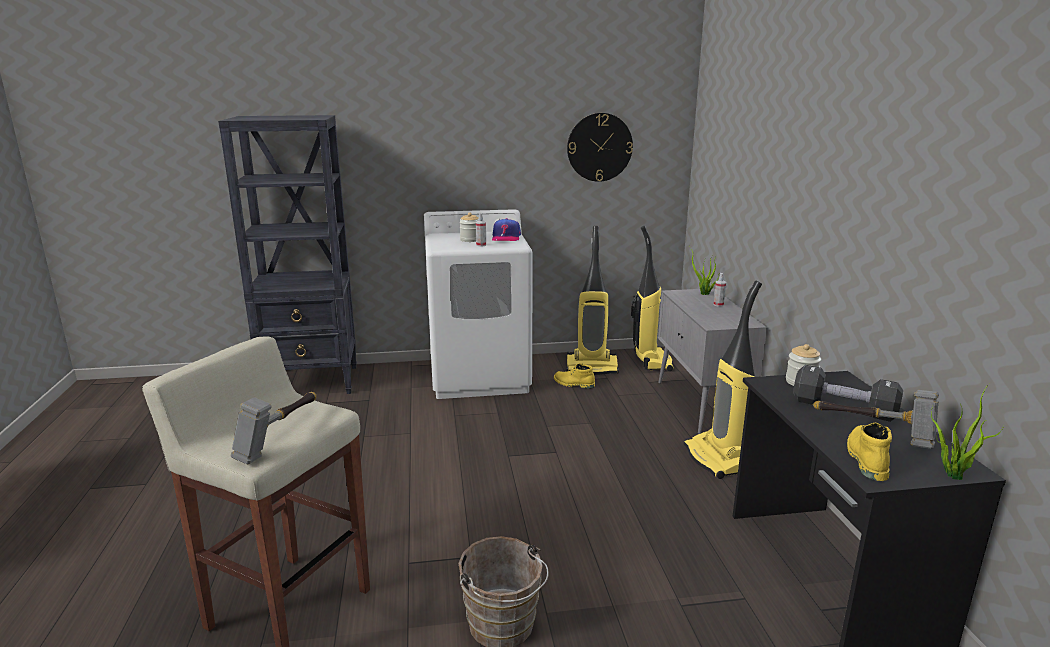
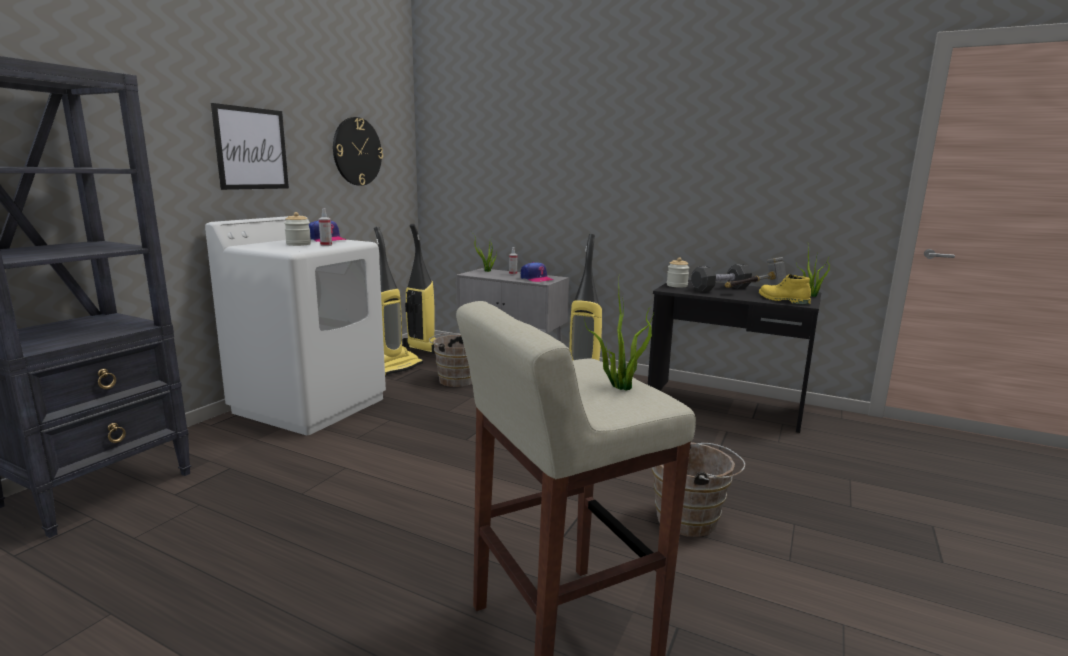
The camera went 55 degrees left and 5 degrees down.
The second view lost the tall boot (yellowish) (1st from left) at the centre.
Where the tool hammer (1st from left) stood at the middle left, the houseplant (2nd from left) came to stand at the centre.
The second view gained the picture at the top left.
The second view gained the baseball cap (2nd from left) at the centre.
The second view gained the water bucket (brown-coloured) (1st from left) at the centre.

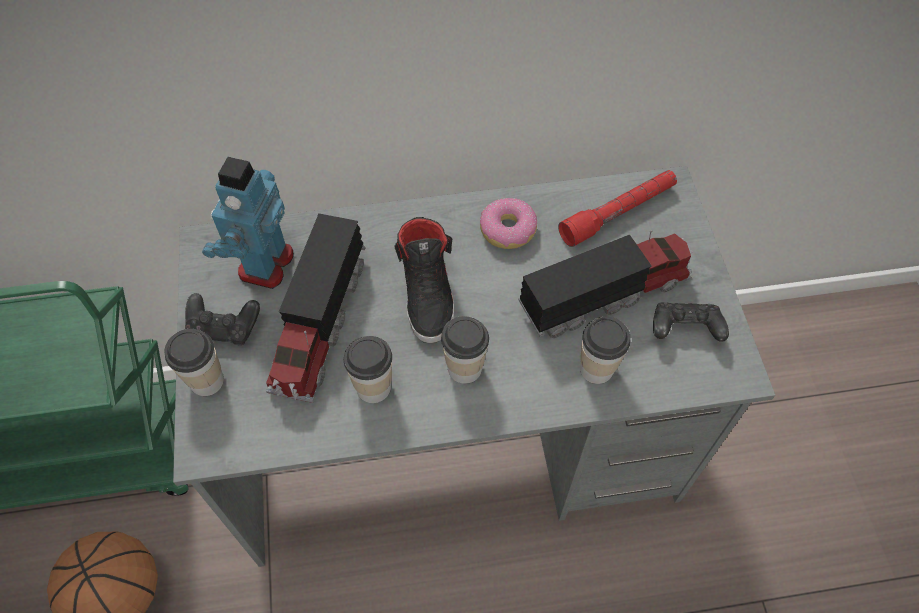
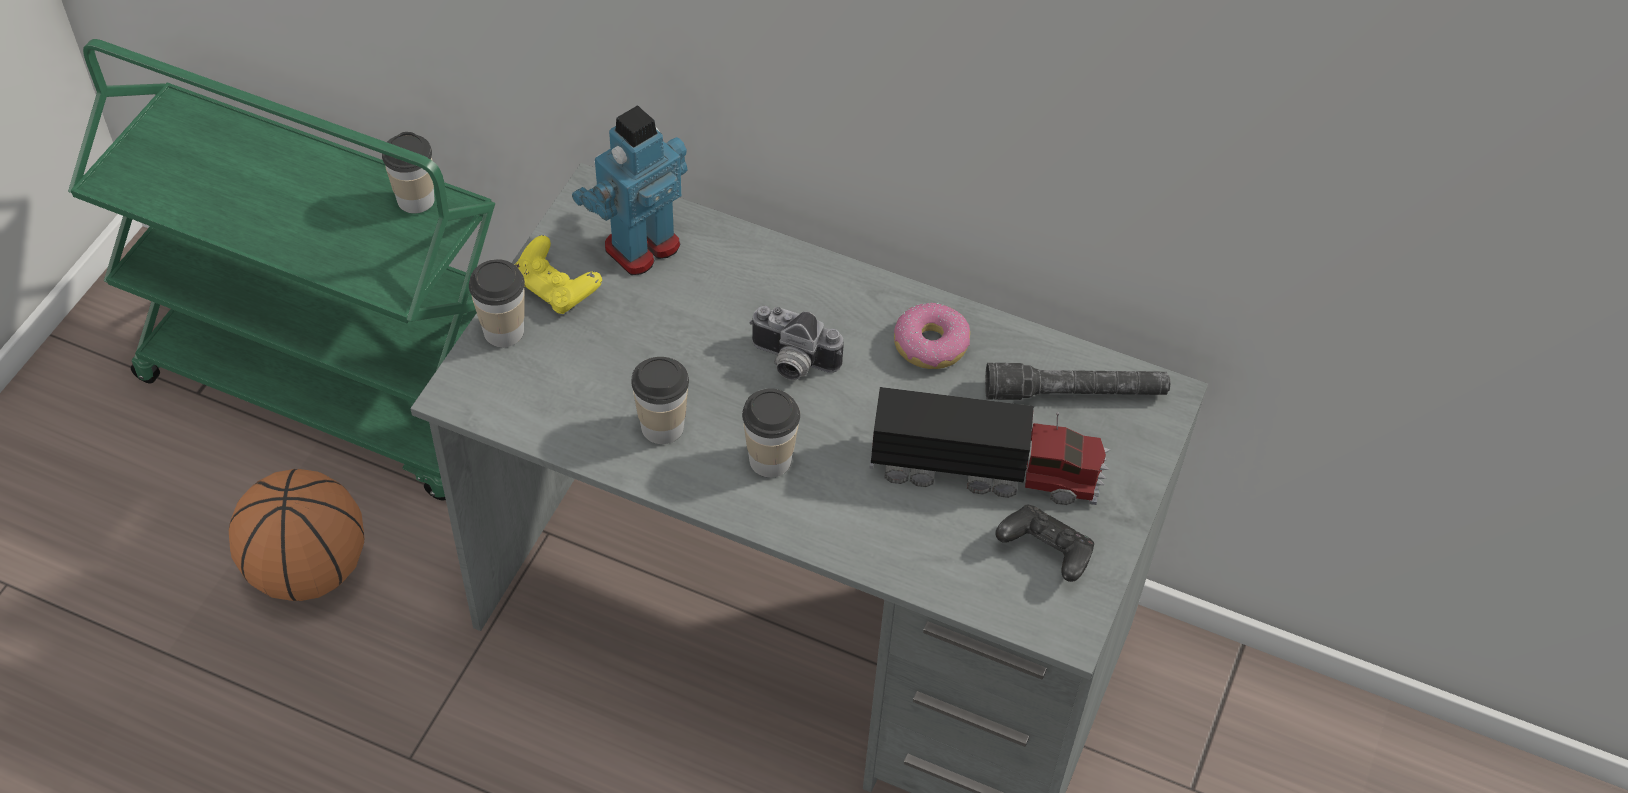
The camera went 30 degrees right and 5 degrees down.
What was the torch (red) at the middle right turned into the torch (grey) at the centre.
The second view lost the model truck (1st from left) at the centre.
Where the low shoe (black-coloured) stood at the centre, the still camera came to stand at the centre.
What was the gamepad (black-coloured) (1st from left) at the middle left turned into the gamepad (yellowish) at the centre.
The cup (4th from left in the first image) ended up elsewhere, having gone from the centre to the top left.

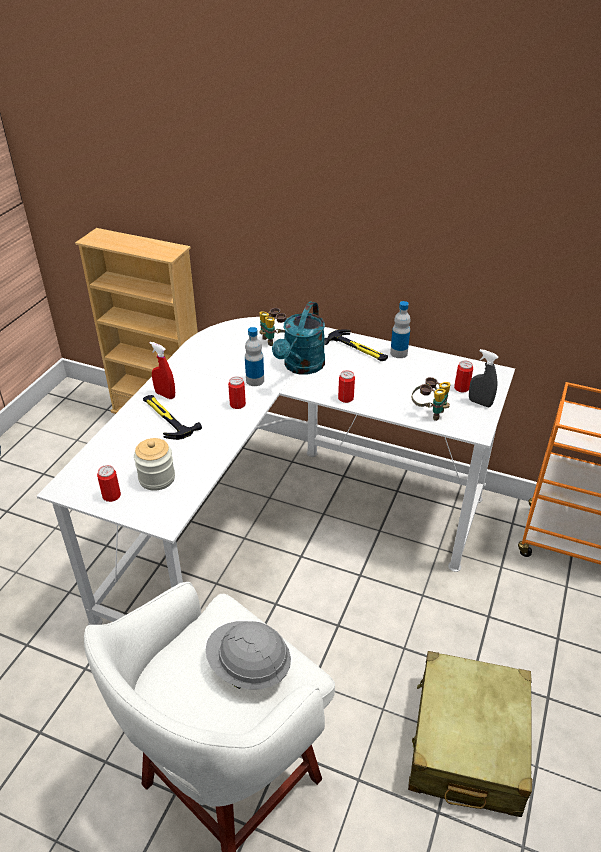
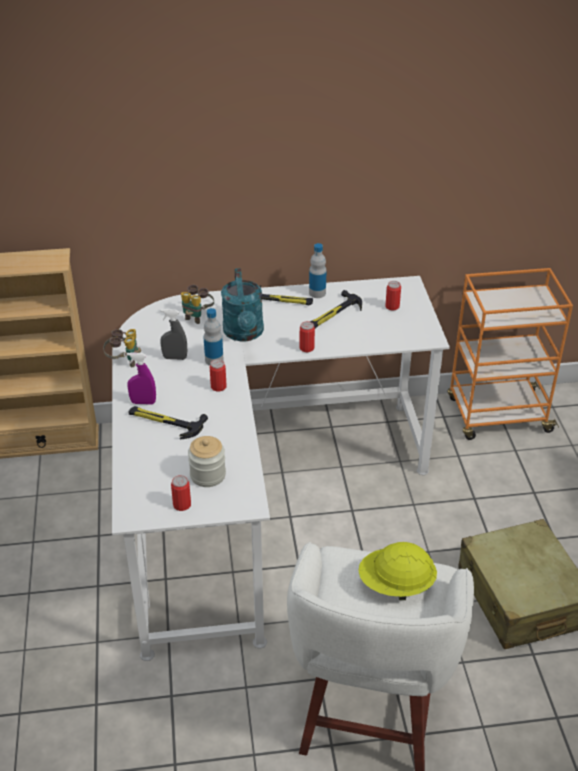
The camera went 30 degrees left and 0 degrees up.
What was the spray bottle (red) at the middle left turned into the spray bottle (purple-coloured) at the middle left.
The spray bottle (grey) ended up elsewhere, having gone from the middle right to the middle left.
The field glasses (2nd from left in the first image) ended up elsewhere, having gone from the middle right to the middle left.
What was the hard hat (grey) at the bottom centre turned into the hard hat (yellowish) at the bottom right.
The second view gained the tool hammer (3rd from left) at the centre.

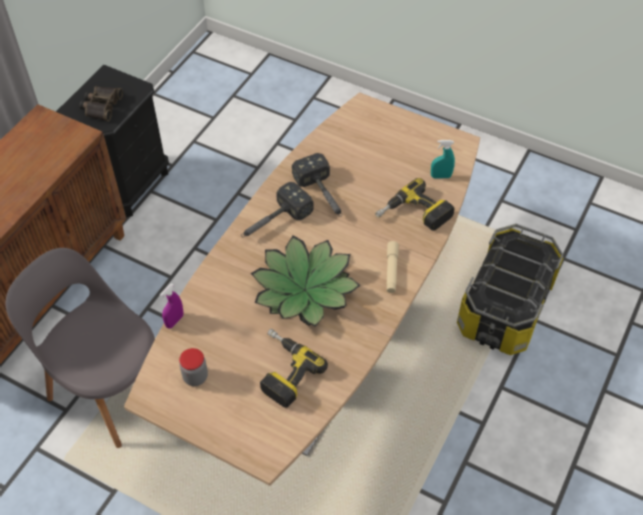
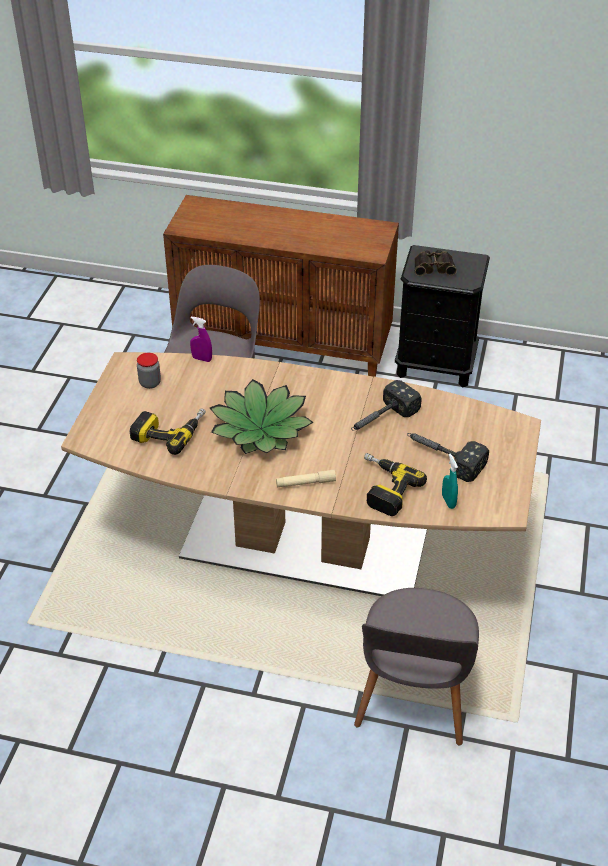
The camera went 75 degrees right and 10 degrees down.
The tool hammer (1st from left in the first image) ended up elsewhere, having gone from the centre to the middle right.
Where the storage box stood at the middle right, the plain chair (grey) (2nd from left) came to stand at the bottom right.

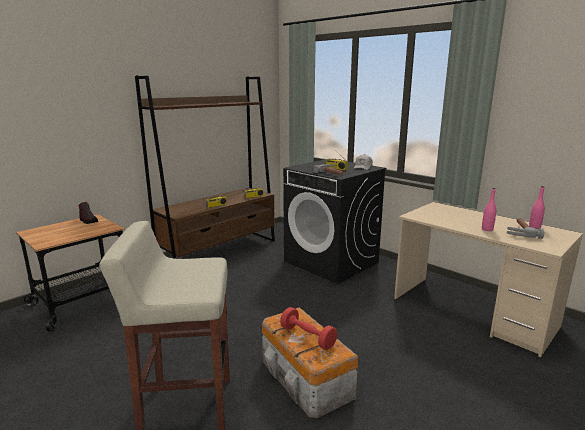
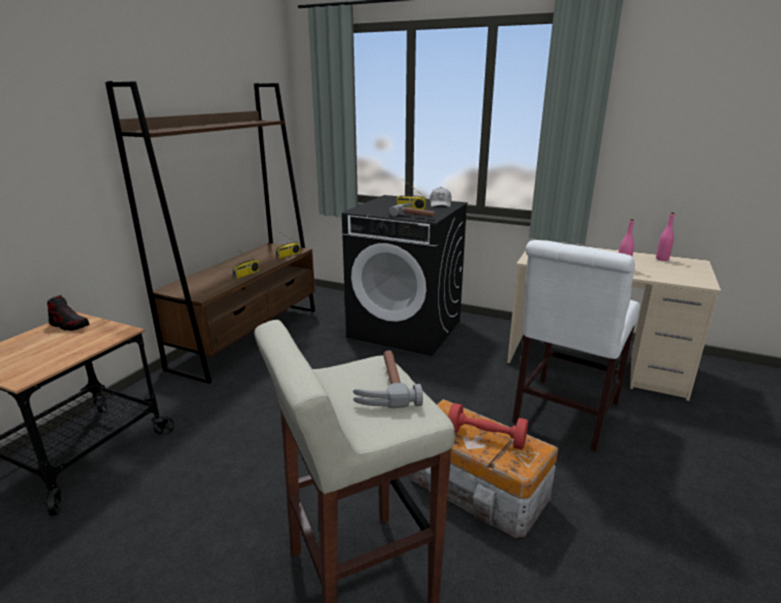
The camera went 20 degrees left and 5 degrees up.
The tool hammer (2nd from left in the first image) ended up elsewhere, having gone from the middle right to the centre.
The second view gained the plain chair (whitish) at the middle right.

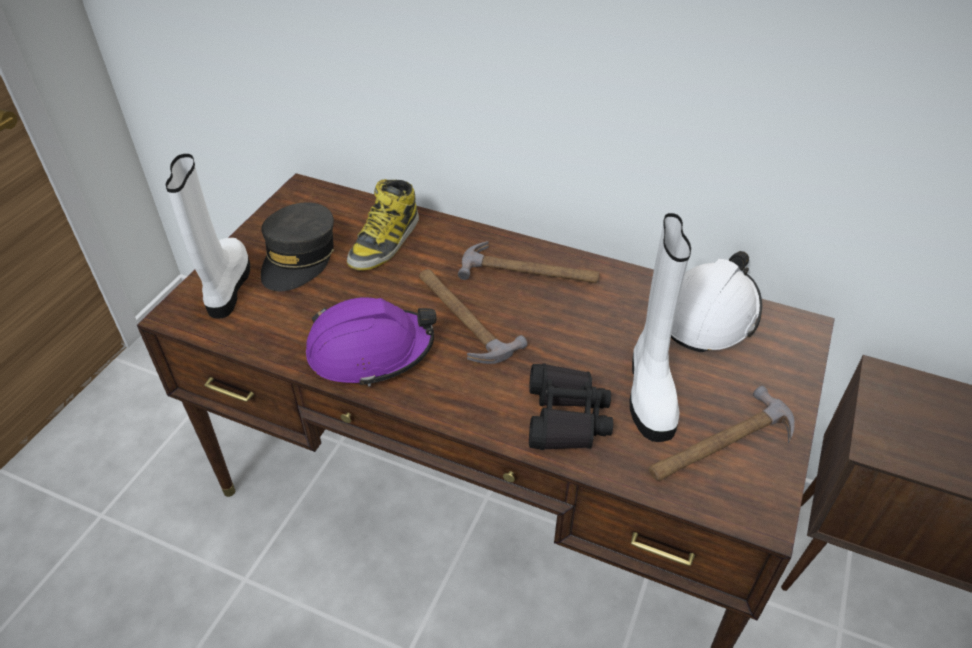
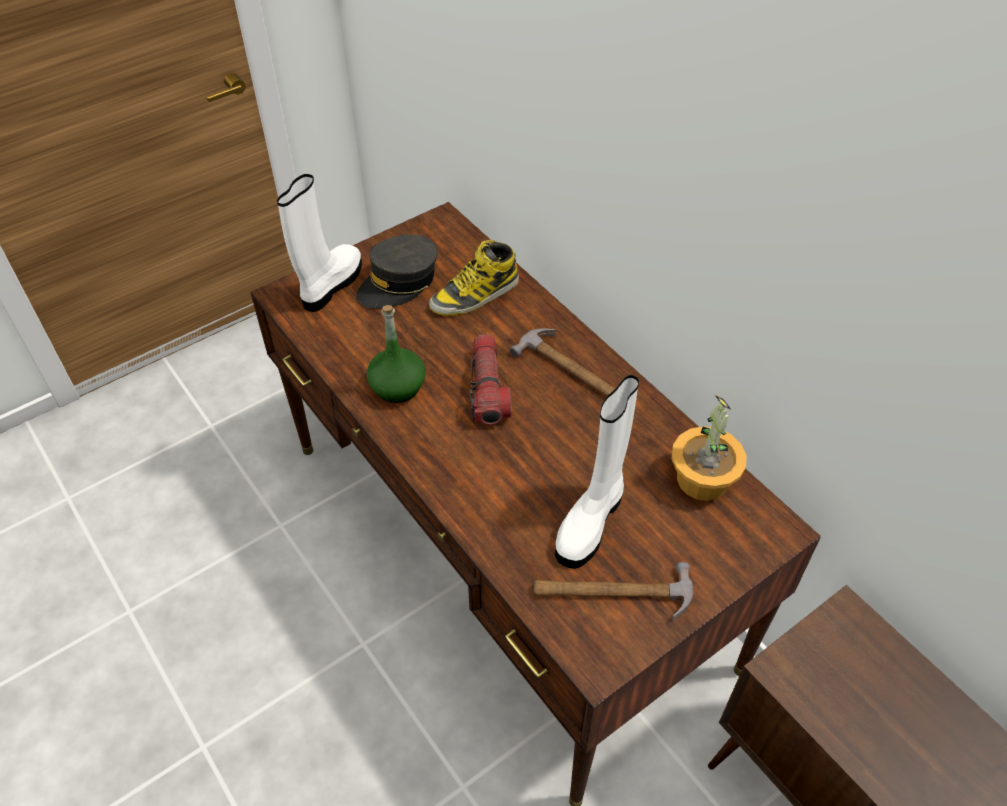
The camera went 30 degrees right and 5 degrees up.
Where the hard hat (whitish) stood at the middle right, the houseplant came to stand at the middle right.
Where the tool hammer (1st from left) stood at the centre, the torch came to stand at the centre.
Where the hard hat (purple-coloured) stood at the centre, the bottle (green-coloured) came to stand at the centre.
The second view lost the field glasses (black-coloured) at the centre.

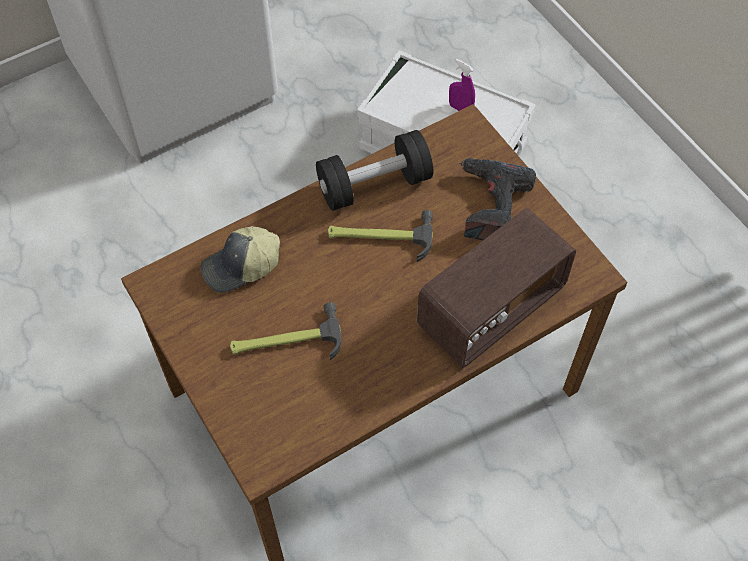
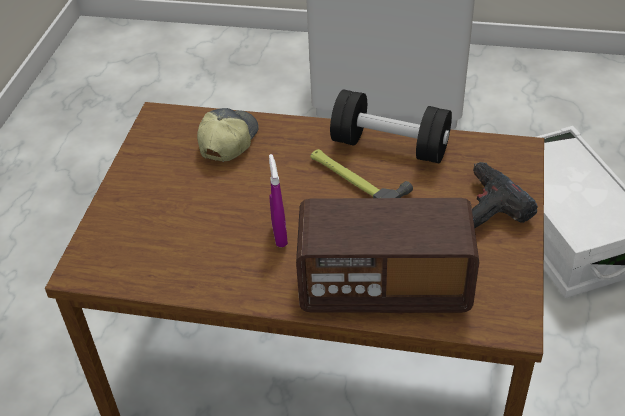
The camera went 45 degrees right and 15 degrees down.
The spray bottle (purple-coloured) ended up elsewhere, having gone from the top centre to the centre.
The baseball cap at the middle left ended up facing another way, 90 degrees clockwise from before.
The second view lost the tool hammer (1st from left) at the centre.

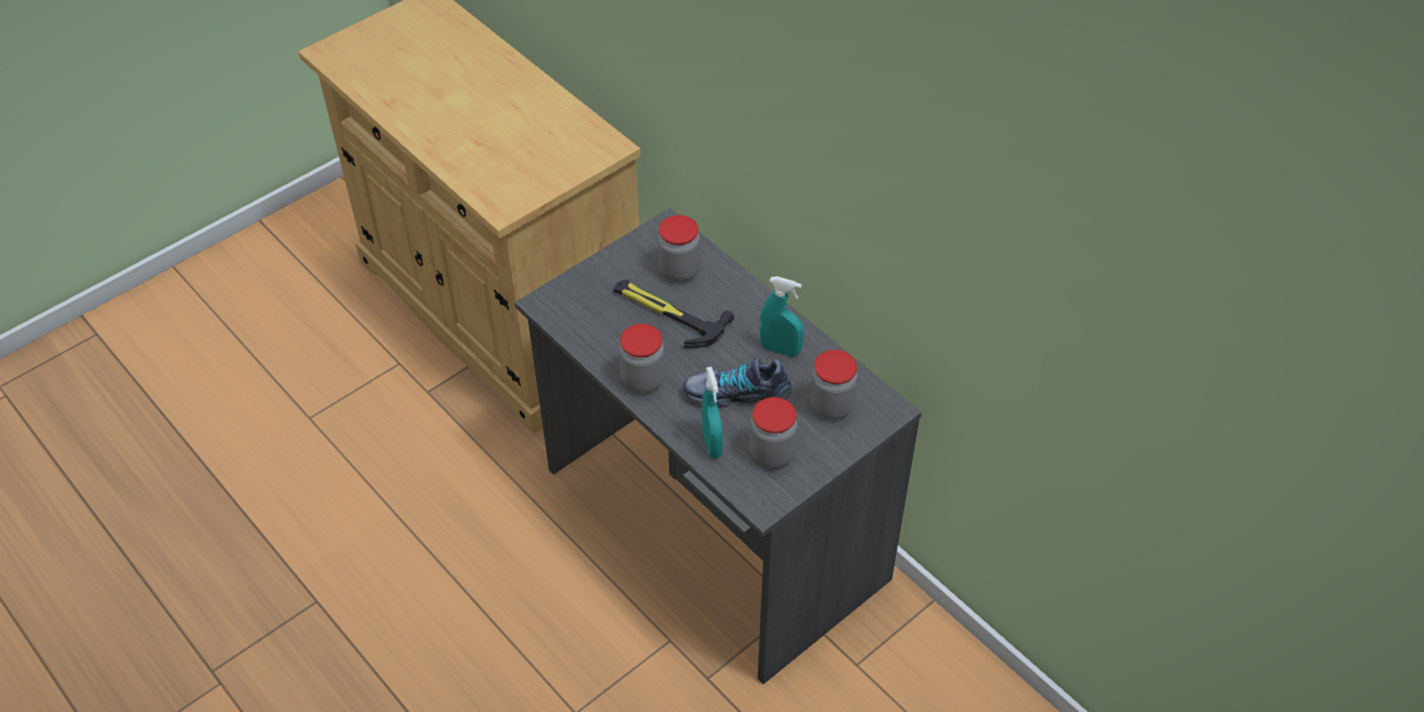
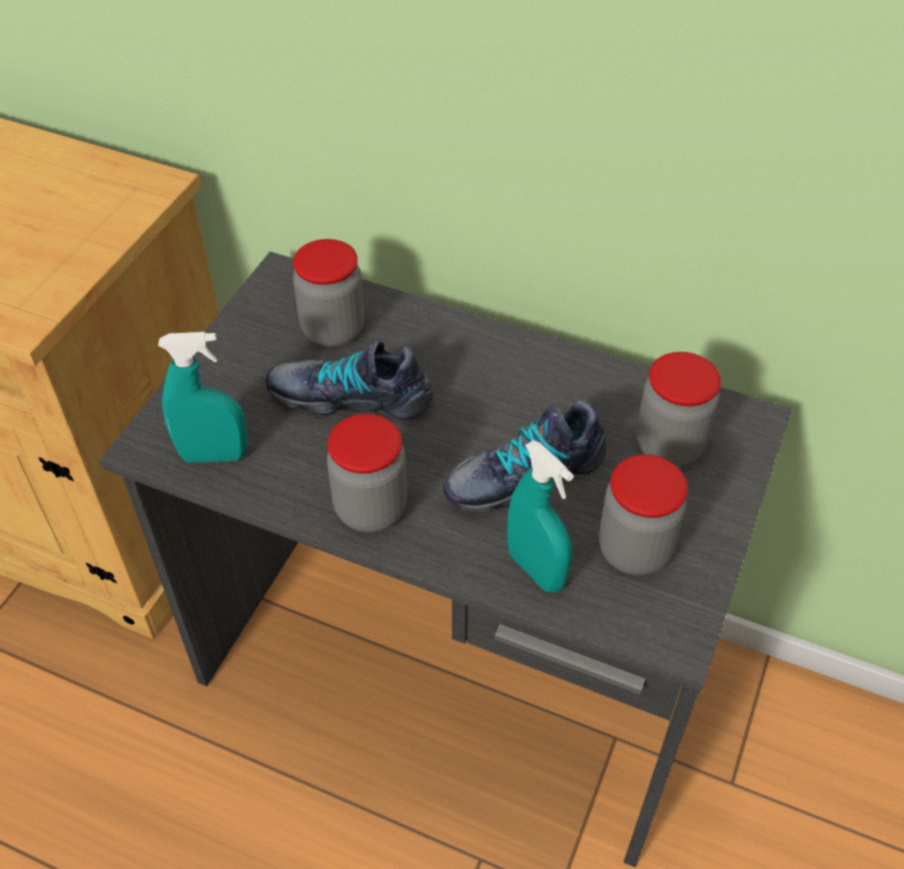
The camera went 25 degrees left and 0 degrees up.
The spray bottle (blue-green) (2nd from left in the first image) ended up elsewhere, having gone from the centre to the middle left.
Where the tool hammer stood at the centre, the low shoe (1st from left) came to stand at the centre.

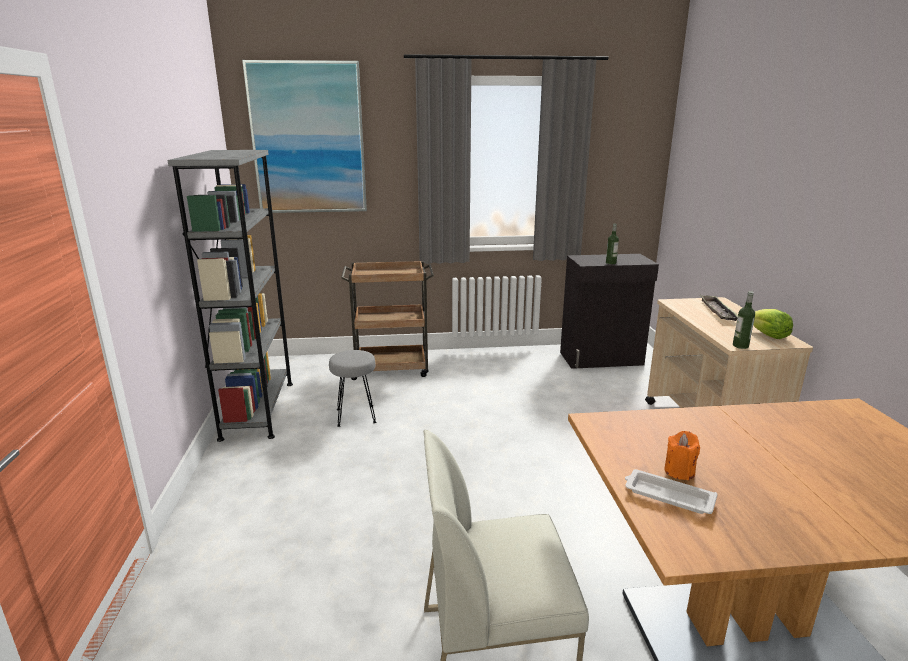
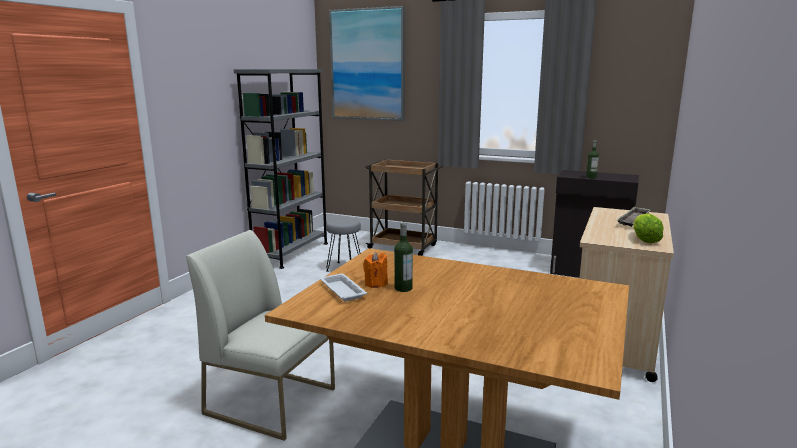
The camera went 30 degrees right and 5 degrees down.
The bottle (2nd from left in the first image) ended up elsewhere, having gone from the middle right to the centre.

